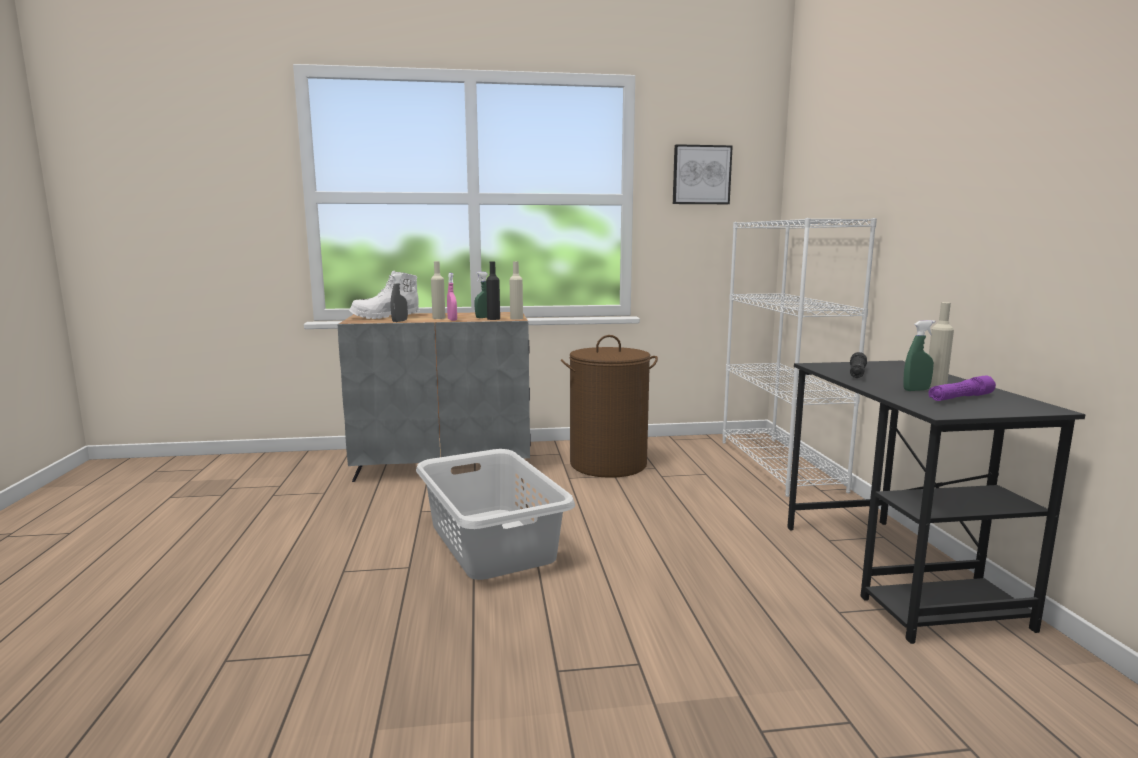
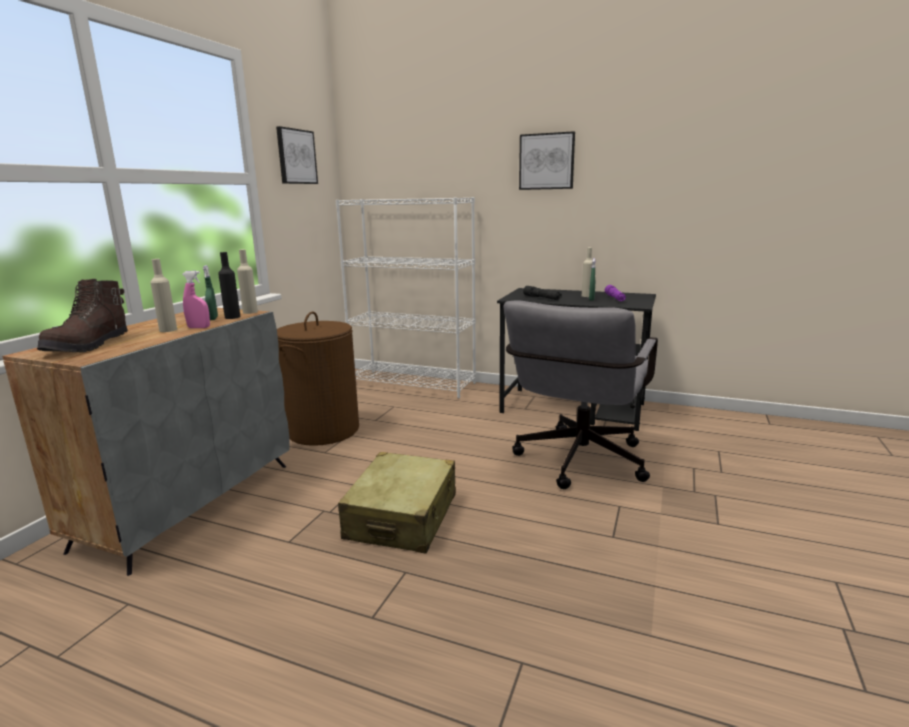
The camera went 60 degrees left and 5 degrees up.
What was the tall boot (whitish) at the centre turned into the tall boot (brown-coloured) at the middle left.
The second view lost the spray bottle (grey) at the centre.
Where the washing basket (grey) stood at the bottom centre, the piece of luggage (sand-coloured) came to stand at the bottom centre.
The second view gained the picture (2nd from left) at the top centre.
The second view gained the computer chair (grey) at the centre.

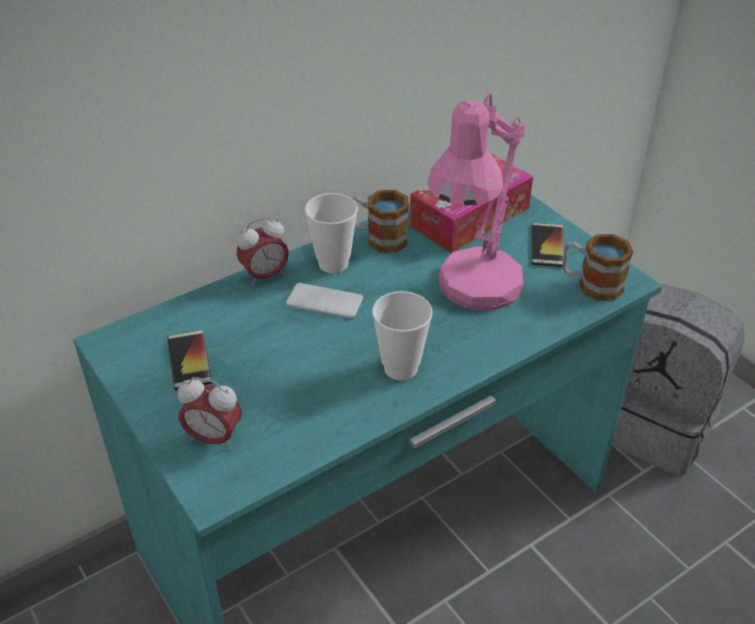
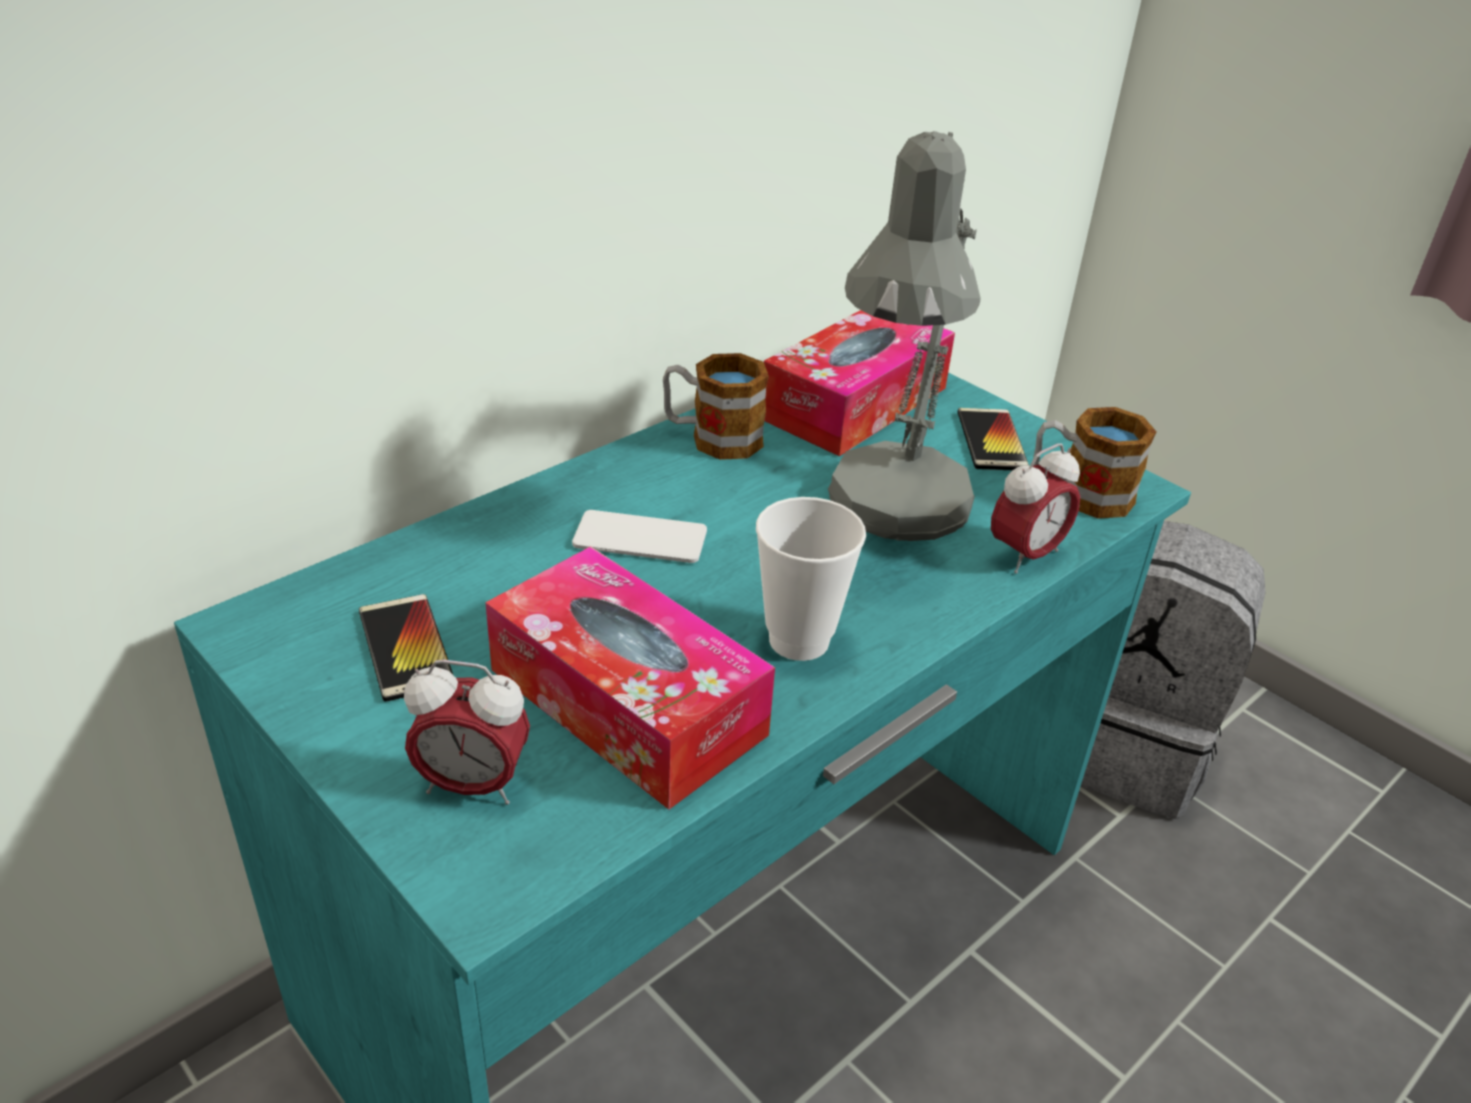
The camera went 10 degrees left and 5 degrees down.
What was the lamp for a table (pinkish) at the top centre turned into the lamp for a table (grey) at the top centre.
The second view lost the cup (1st from left) at the centre.
The bedside clock (2nd from left) ended up elsewhere, having gone from the centre to the middle right.
The second view gained the tissue holder (1st from left) at the centre.

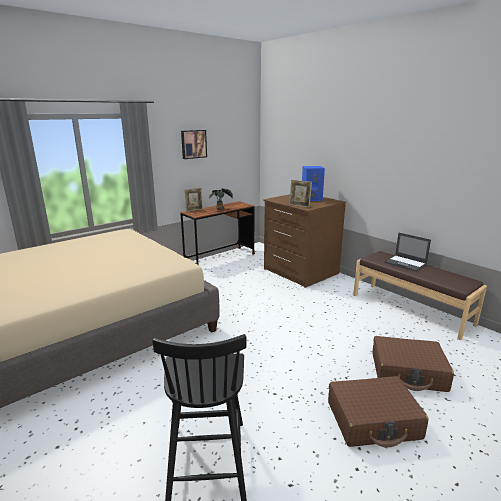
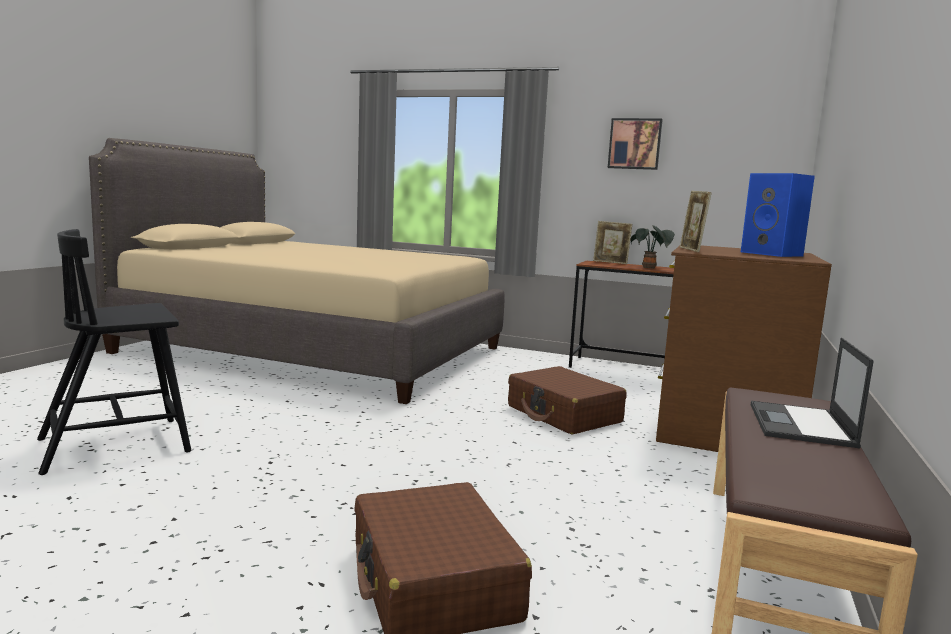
The camera went 60 degrees right and 10 degrees down.
The piece of luggage (brown-coloured) (1st from left in the first image) ended up elsewhere, having gone from the bottom right to the centre.

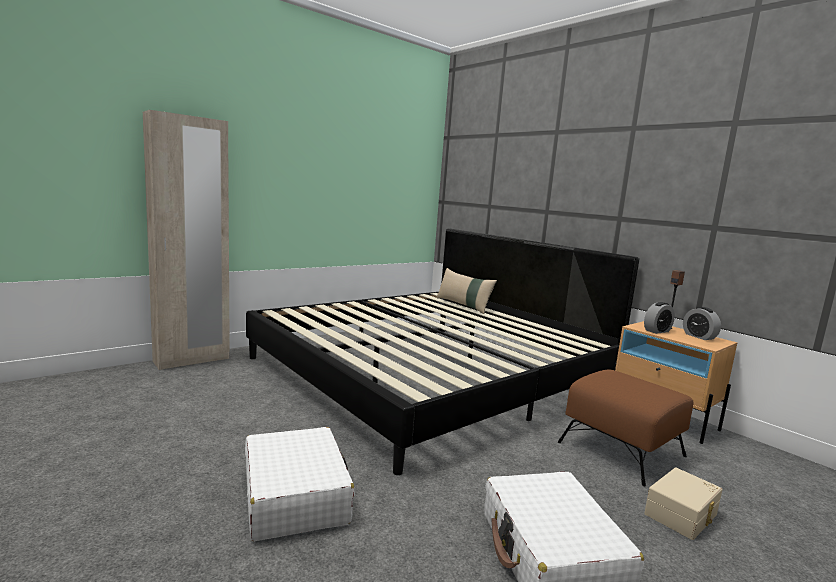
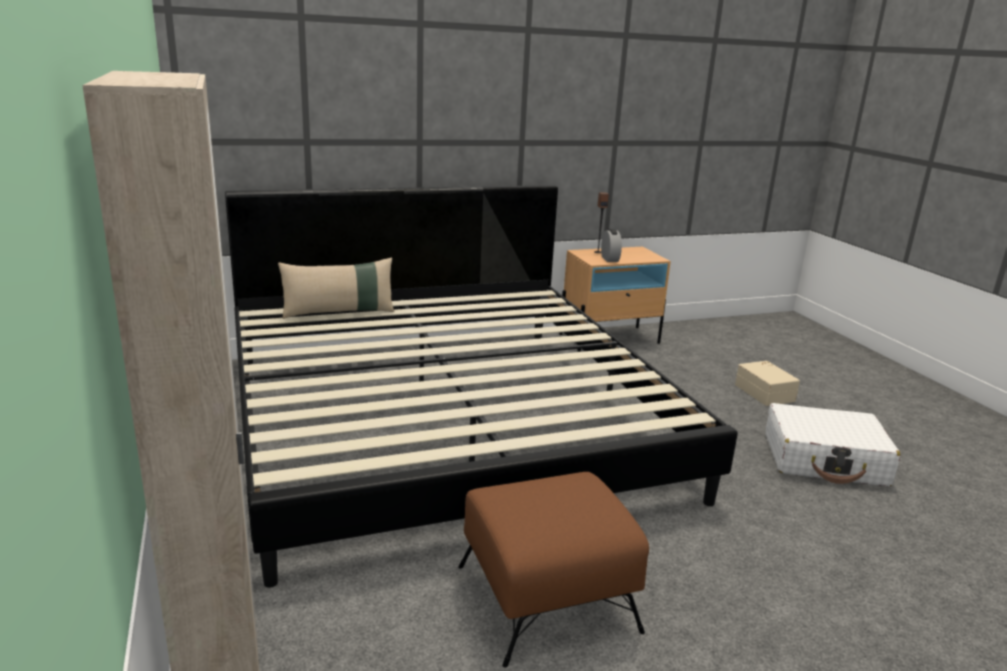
The camera went 70 degrees left and 10 degrees up.
The second view lost the bedside clock (2nd from left) at the middle right.
The ottoman (brown-coloured) ended up elsewhere, having gone from the bottom right to the bottom centre.
The second view lost the piece of luggage (whitish) (1st from left) at the bottom centre.

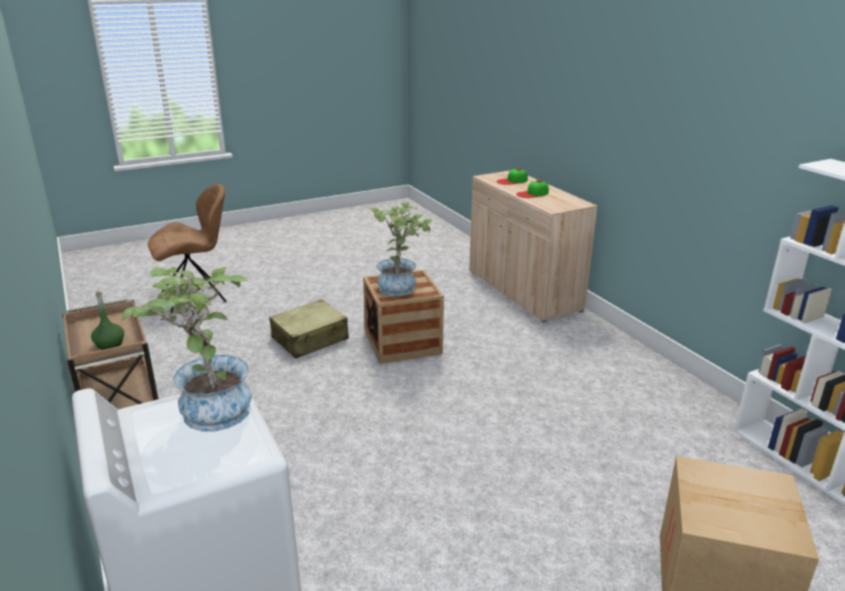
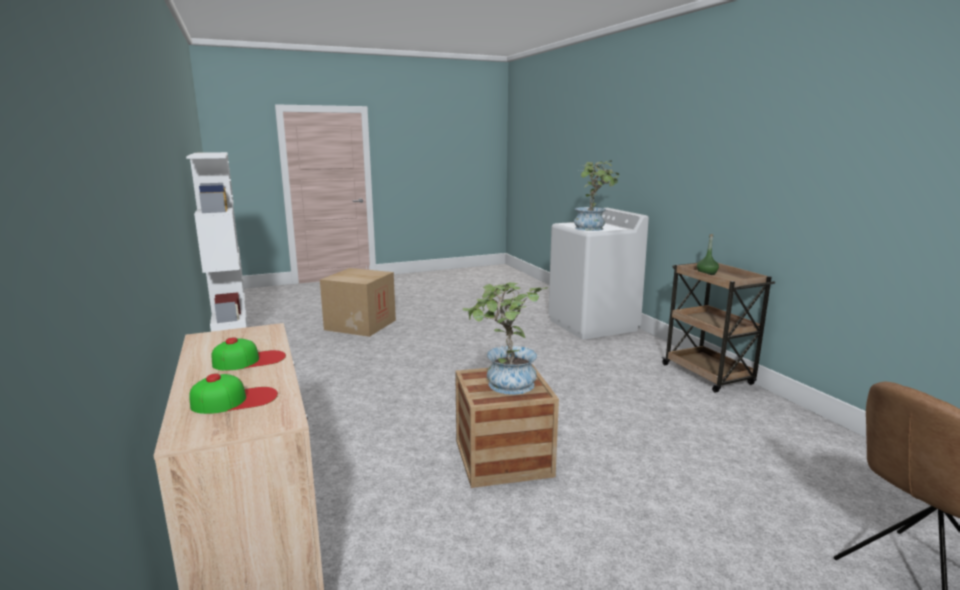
The camera went 175 degrees left and 10 degrees down.
The second view lost the piece of luggage (sand-coloured) at the centre.

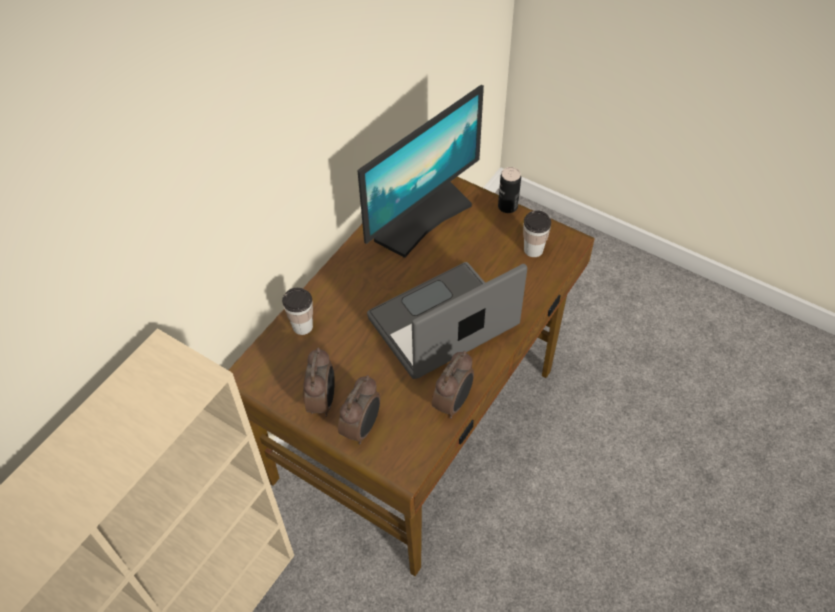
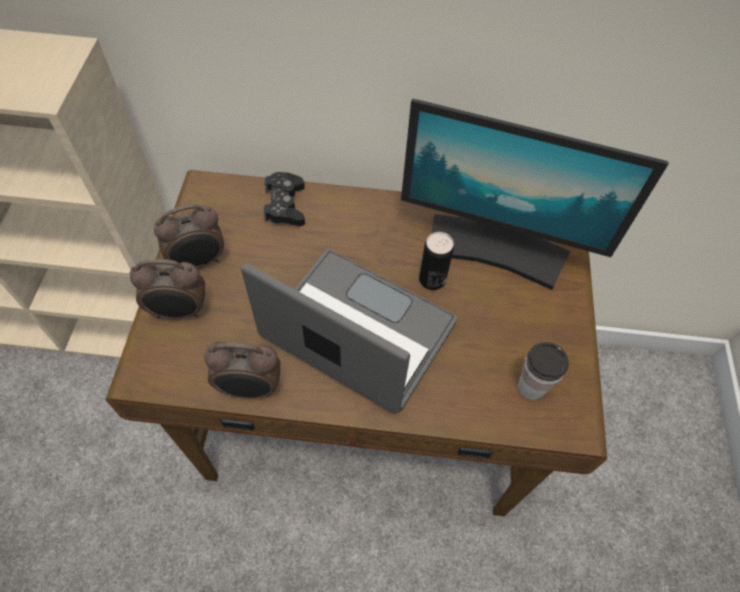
The camera went 60 degrees right and 5 degrees up.
The sealed can ended up elsewhere, having gone from the top centre to the centre.
Where the cup (1st from left) stood at the centre, the gamepad (black-coloured) came to stand at the centre.

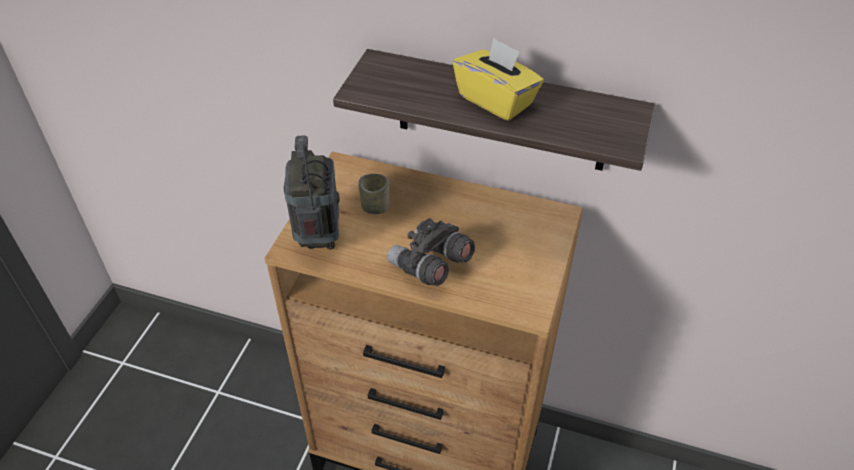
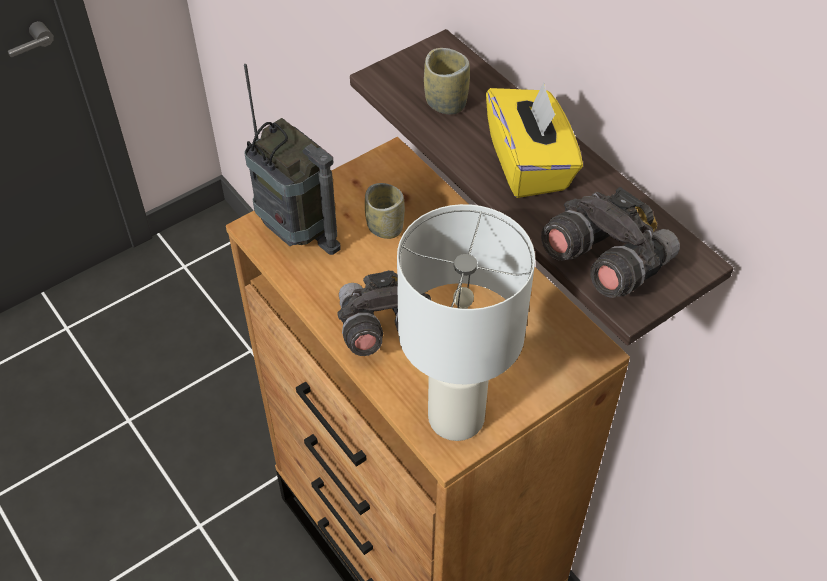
The camera went 35 degrees right and 5 degrees up.
The radio set at the centre ended up facing another way, 105 degrees clockwise from before.
The second view gained the cup (2nd from left) at the top centre.
The second view gained the field glasses (grey) (2nd from left) at the middle right.
The second view gained the lamp for a table (whitish) at the centre.

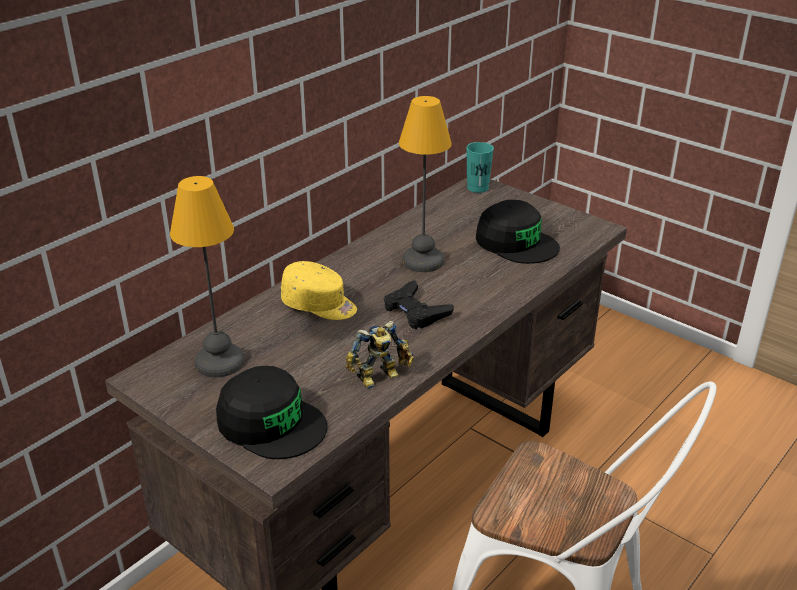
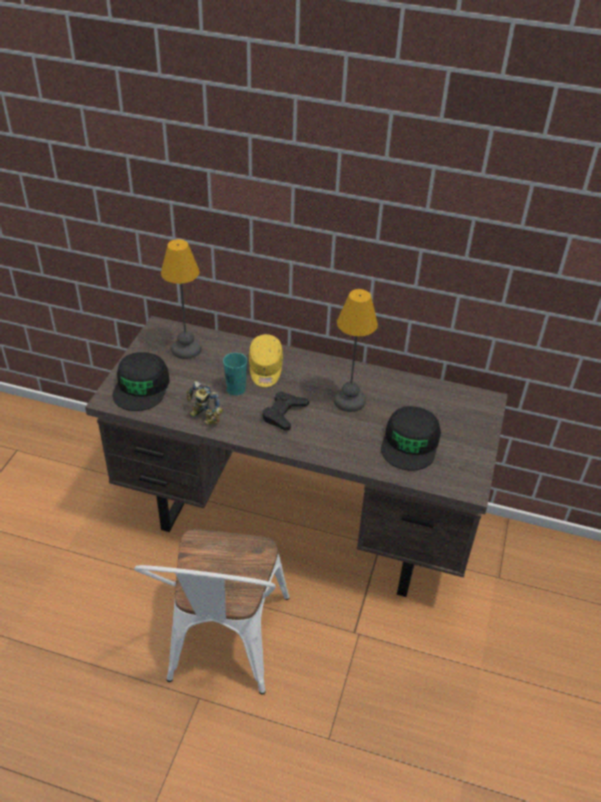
The camera went 65 degrees right and 10 degrees up.
The cup (blue-green) ended up elsewhere, having gone from the top centre to the centre.

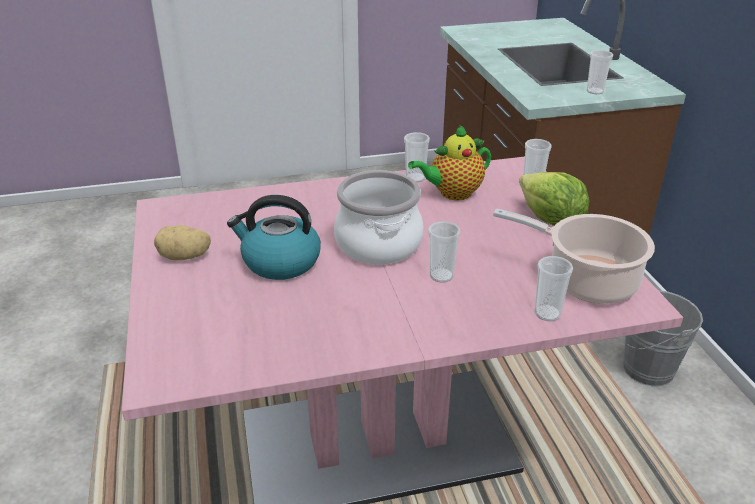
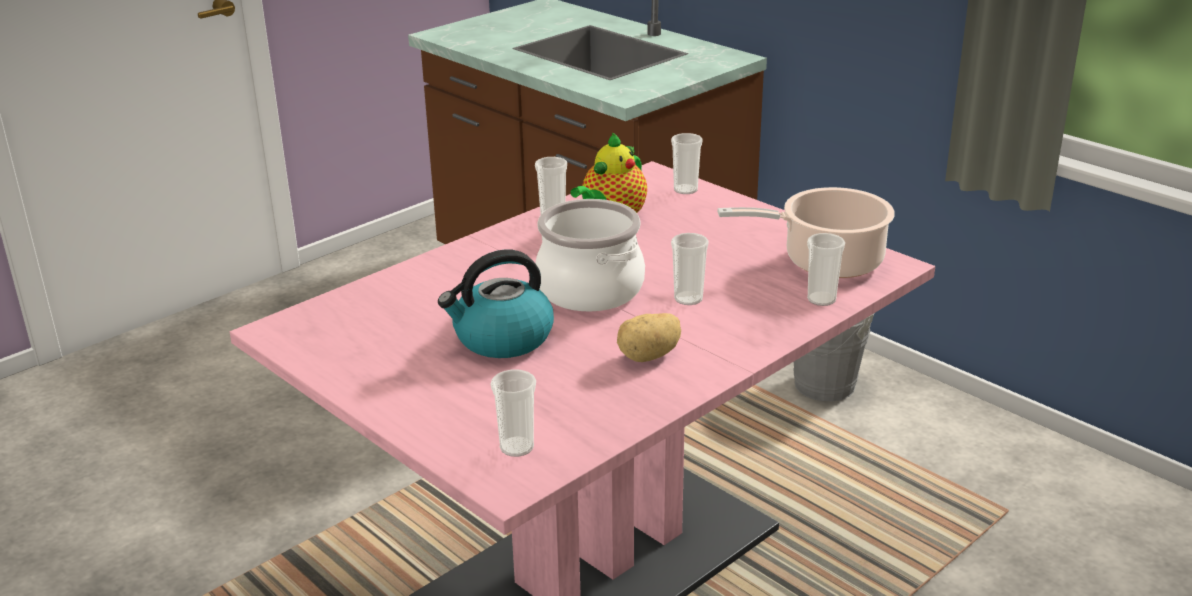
The camera went 30 degrees left and 5 degrees down.
The cup (5th from left in the first image) ended up elsewhere, having gone from the top right to the bottom centre.
The second view lost the head of lettuce at the middle right.
The whole potato ended up elsewhere, having gone from the middle left to the centre.

